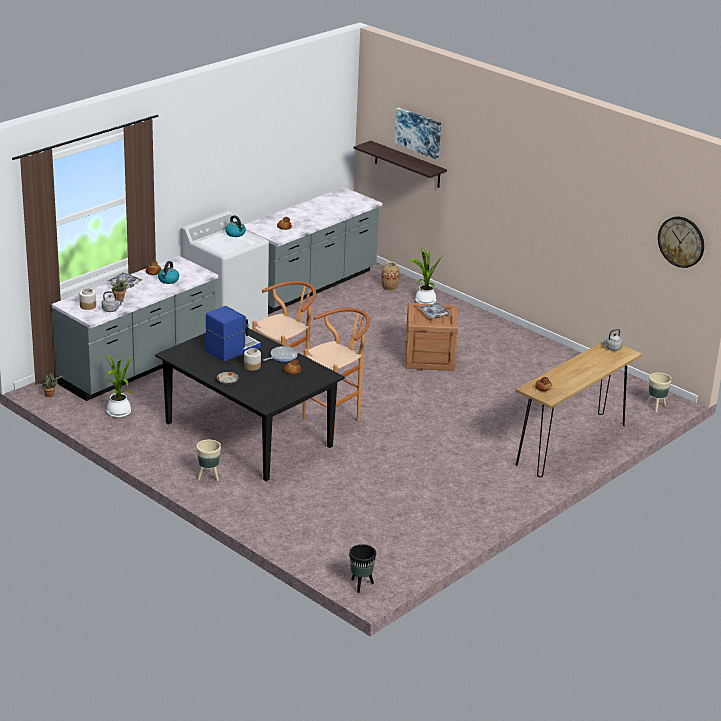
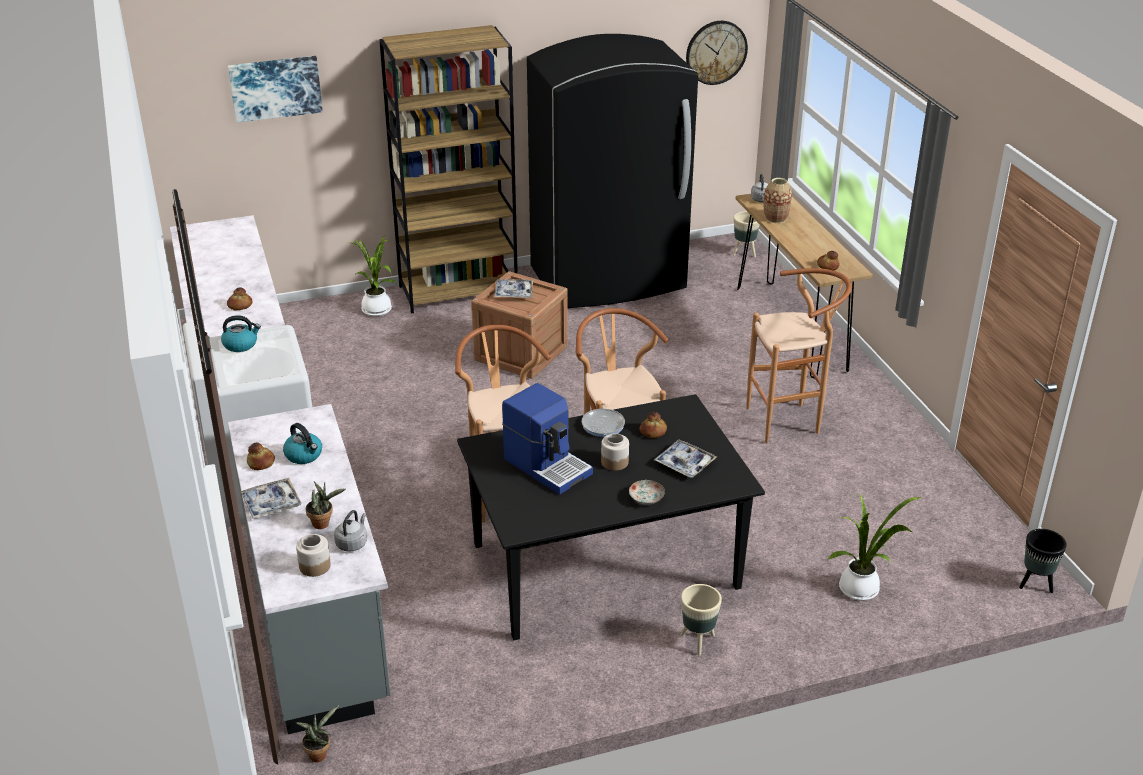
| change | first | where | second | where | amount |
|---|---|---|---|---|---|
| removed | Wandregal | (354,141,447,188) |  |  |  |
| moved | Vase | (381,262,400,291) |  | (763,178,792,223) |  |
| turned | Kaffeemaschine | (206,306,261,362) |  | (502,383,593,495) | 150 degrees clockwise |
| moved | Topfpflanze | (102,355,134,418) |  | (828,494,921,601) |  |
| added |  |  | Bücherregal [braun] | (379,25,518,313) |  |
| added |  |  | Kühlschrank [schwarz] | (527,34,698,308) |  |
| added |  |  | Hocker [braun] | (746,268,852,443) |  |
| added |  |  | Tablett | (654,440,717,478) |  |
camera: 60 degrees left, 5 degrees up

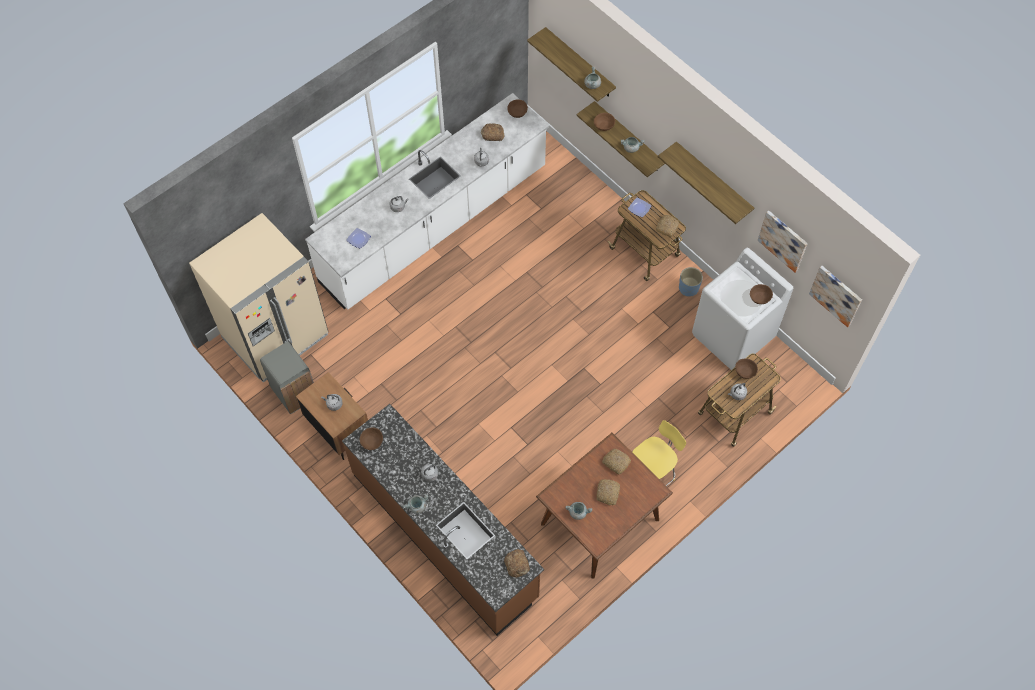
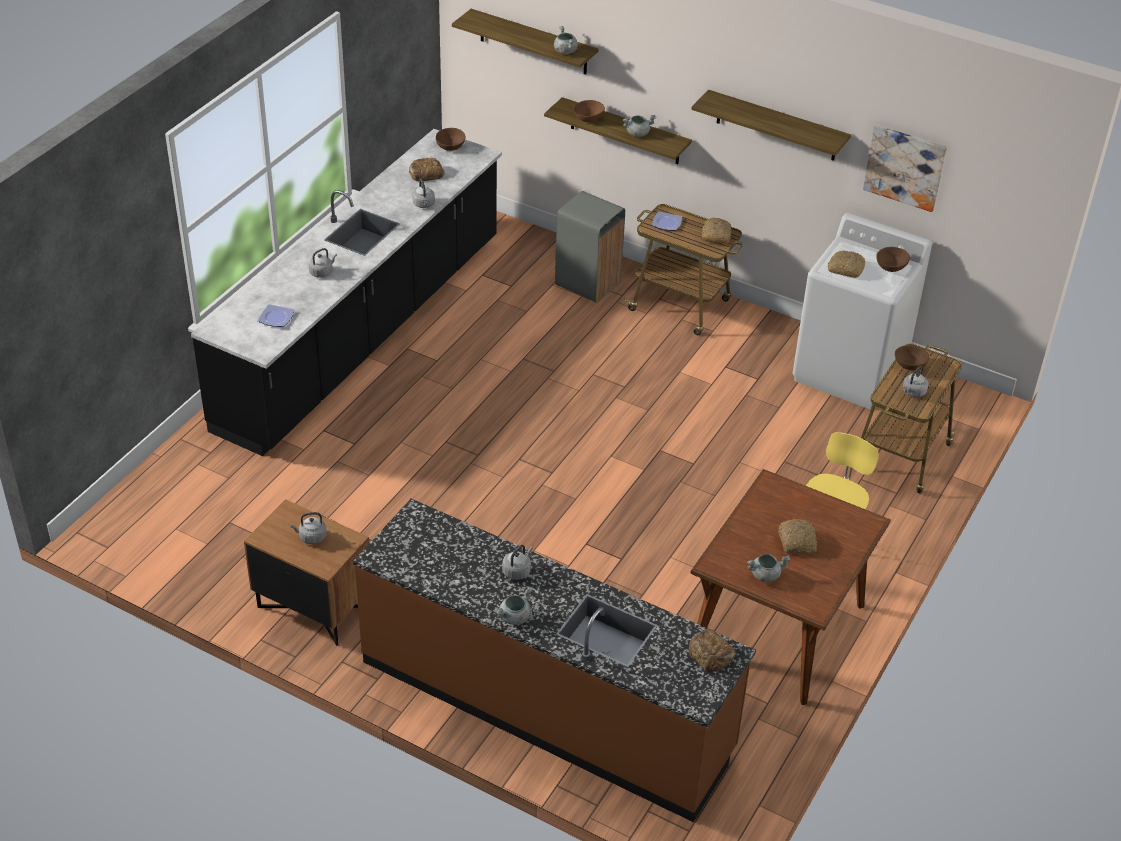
| change | first | where | second | where | amount |
|---|---|---|---|---|---|
| recoloured | Küchenzeile [weiß] | (305,93,549,310) | Küchenzeile [schwarz] | (191,129,502,456) |  |
| removed | Kühlschrank [beige] | (189,213,328,383) |  |  |  |
| removed | Bild | (809,266,862,327) |  |  |  |
| removed | Pflanzkübel [blau] | (679,267,703,296) |  |  |  |
| moved | Mülleimer [grau] | (260,342,314,414) |  | (555,191,625,303) |  |
| removed | Schüssel [braun] | (360,427,383,450) |  |  |  |
| moved | Brot | (602,449,631,474) |  | (828,251,865,278) |  |
camera: 20 degrees left, 20 degrees down

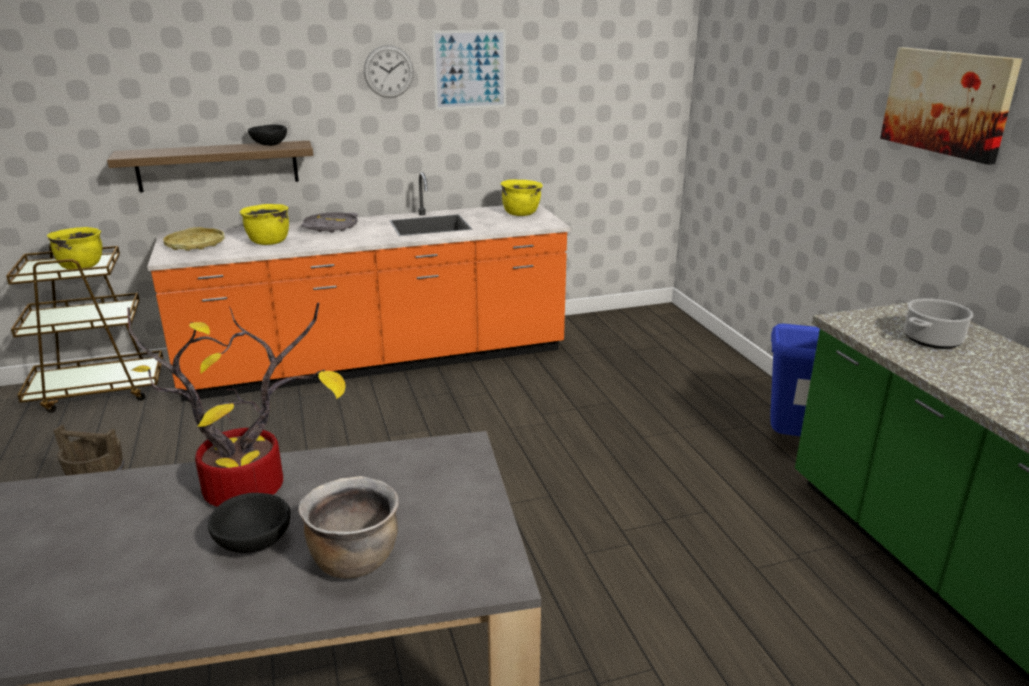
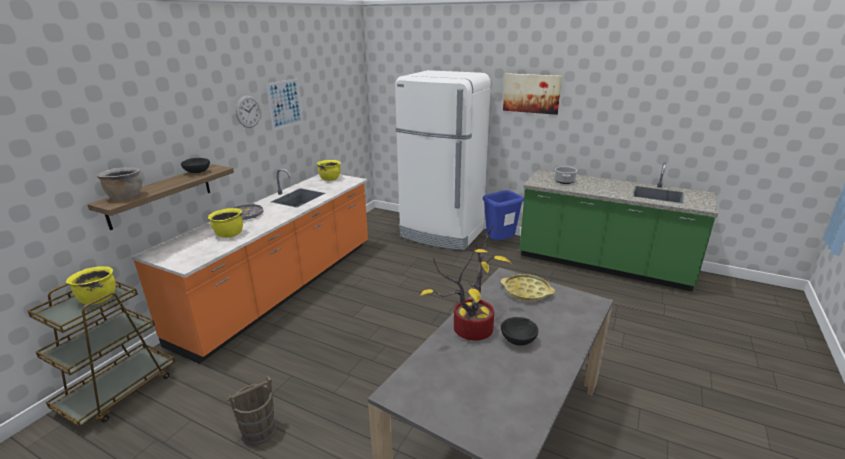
| change | first | where | second | where | amount |
|---|---|---|---|---|---|
| moved | Tablett [gelb] | (163,227,225,251) |  | (501,274,555,301) |  |
| moved | Kochtopf [braun] | (298,476,399,579) |  | (97,167,142,200) |  |
| added |  |  | Kühlschrank [weiß] | (395,70,491,250) |  |
camera: 45 degrees left, 0 degrees up

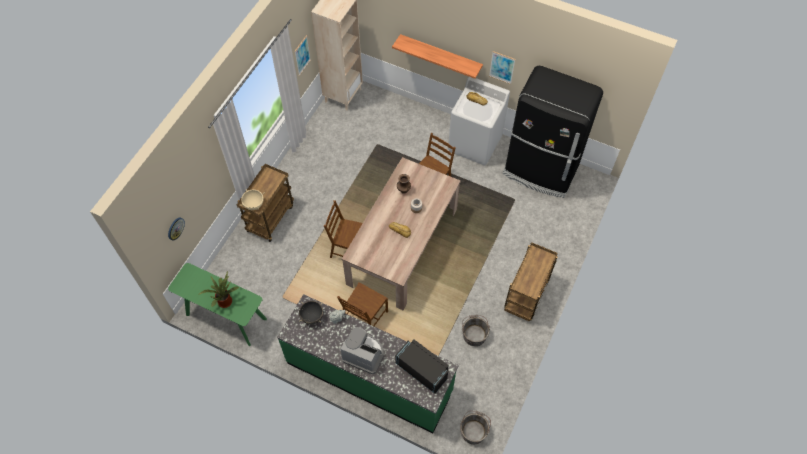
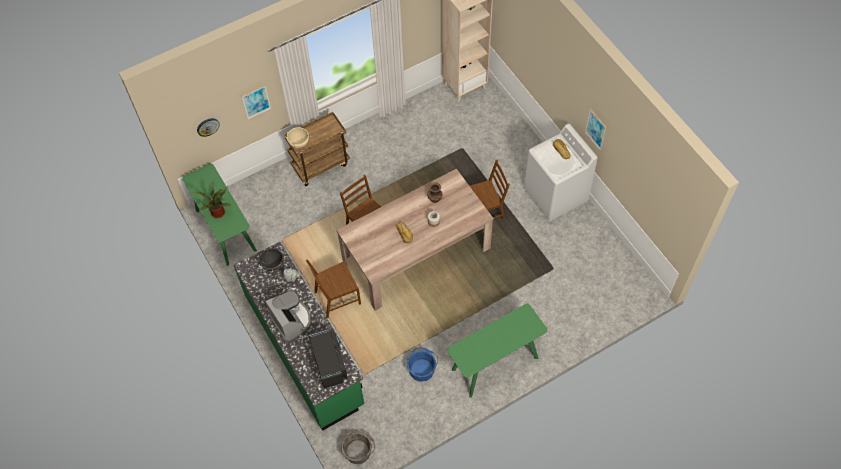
| change | first | where | second | where | amount |
|---|---|---|---|---|---|
| removed | Wandregal | (392,34,483,79) |  |  |  |
| moved | Bild | (294,35,311,76) |  | (241,85,271,120) |  |
| removed | Kühlschrank [schwarz] | (502,66,603,198) |  |  |  |
| replaced | Rollwagen [braun] | (504,242,558,322) | Konsolentisch [grün] | (447,304,547,398) |  |
| recoloured | Eimer [grau] | (462,315,490,346) | Eimer [blau] | (407,348,438,381) |  |
camera: 35 degrees right, 0 degrees up

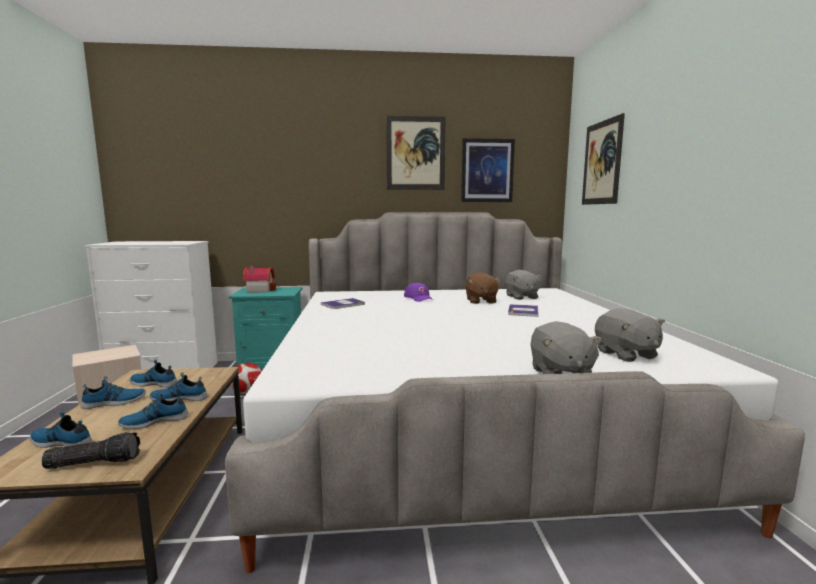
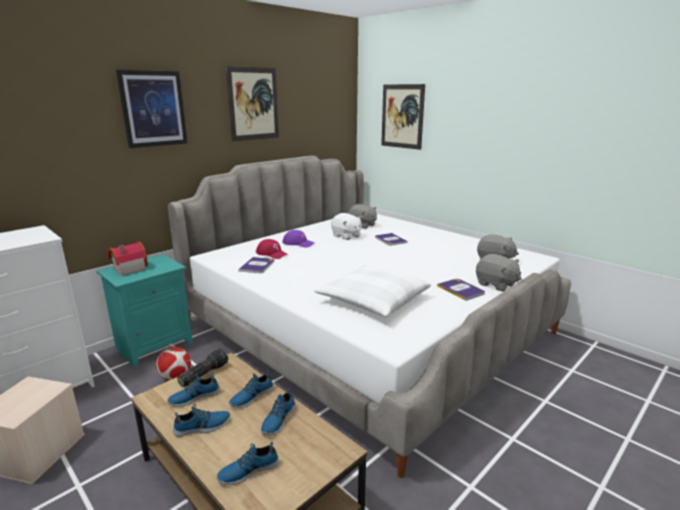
| change | first | where | second | where | amount |
|---|---|---|---|---|---|
| moved | Bild | (461,138,515,202) |  | (116,70,187,148) |  |
| recoloured | Plüschtier [braun] | (465,272,501,304) | Plüschtier [weiß] | (331,213,362,240) |  |
| turned | Schuh | (81,376,146,409) |  | (173,404,230,437) | 45 degrees clockwise |
| moved | Taschenlampe | (42,432,140,469) |  | (177,348,228,387) |  |
| added |  |  | Kappe [rot] | (256,239,289,259) |  |
| added |  |  | Kissen [weiß] | (314,265,431,317) |  |
| added |  |  | Buch | (437,279,485,301) |  |
camera: 40 degrees left, 10 degrees up

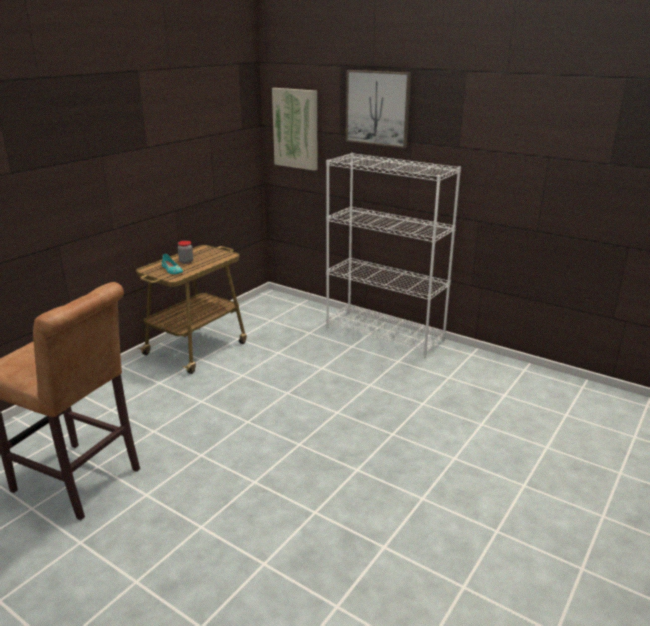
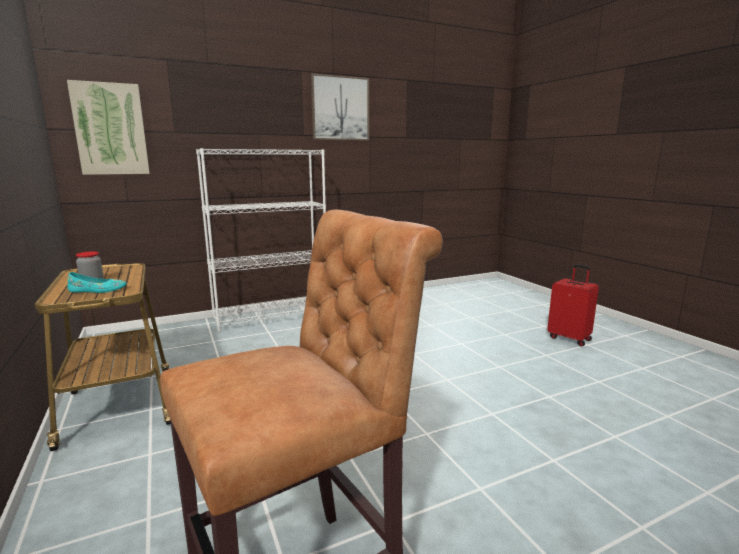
| change | first | where | second | where | amount |
|---|---|---|---|---|---|
| moved | Bild | (346,70,411,148) |  | (311,73,369,141) |  |
| added |  |  | Koffer [rot] | (547,264,599,347) |  |
camera: 60 degrees left, 10 degrees down

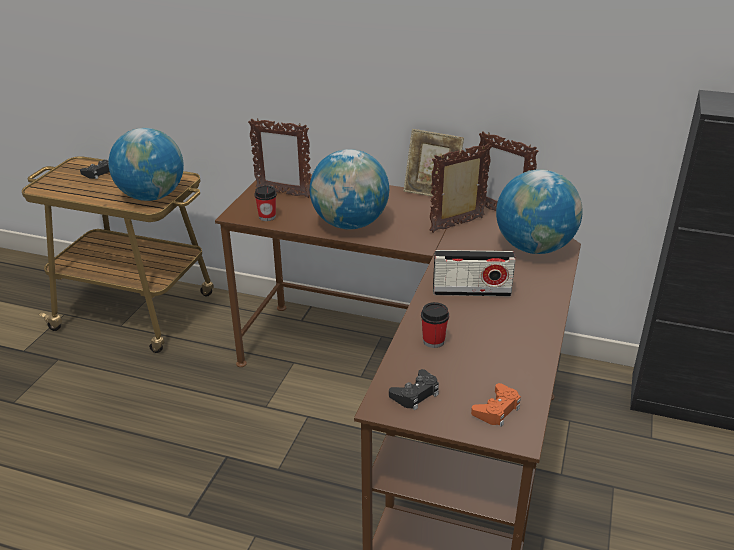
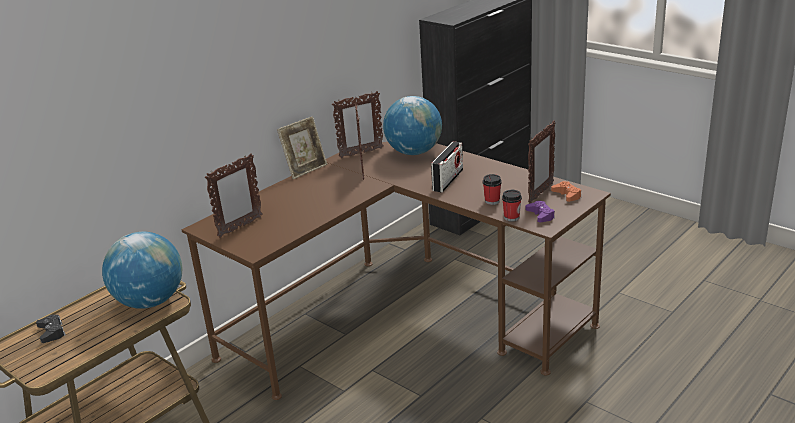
| change | first | where | second | where | amount |
|---|---|---|---|---|---|
| removed | Globus | (310,149,389,229) |  |  |  |
| moved | Tasse | (254,185,277,221) |  | (502,190,522,222) |  |
| recoloured | Gamepad [schwarz] | (389,369,439,410) | Gamepad [lila] | (525,201,555,222) |  |
| added |  |  | Bilderrahmen | (528,120,556,204) |  |
camera: 65 degrees left, 5 degrees down

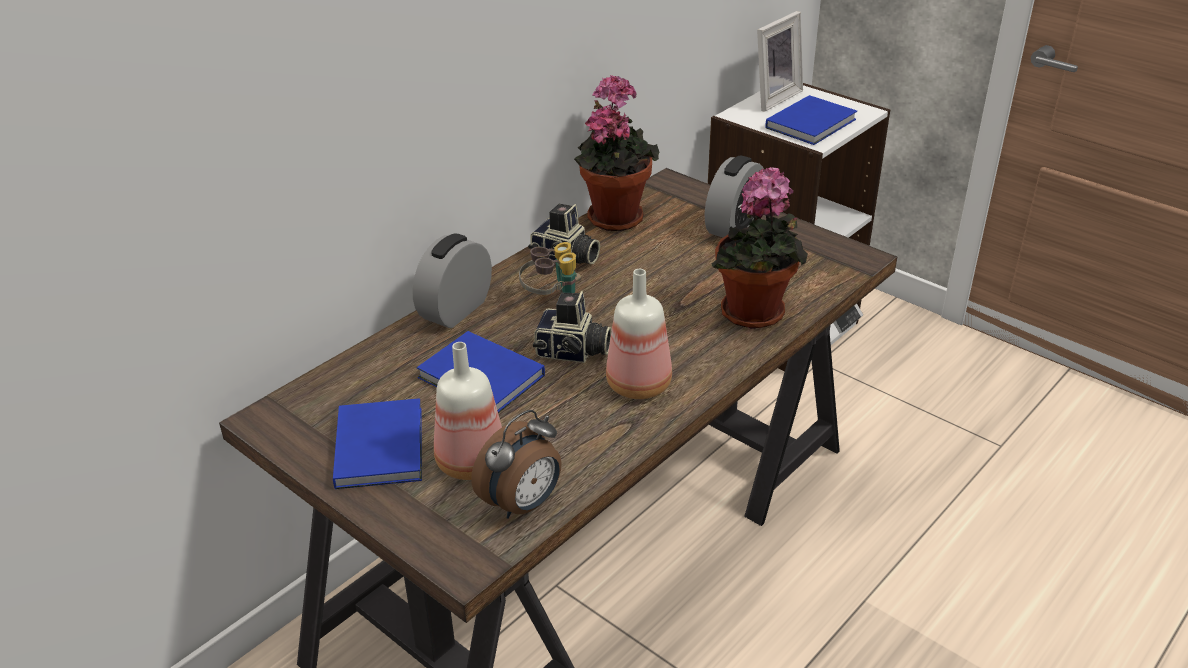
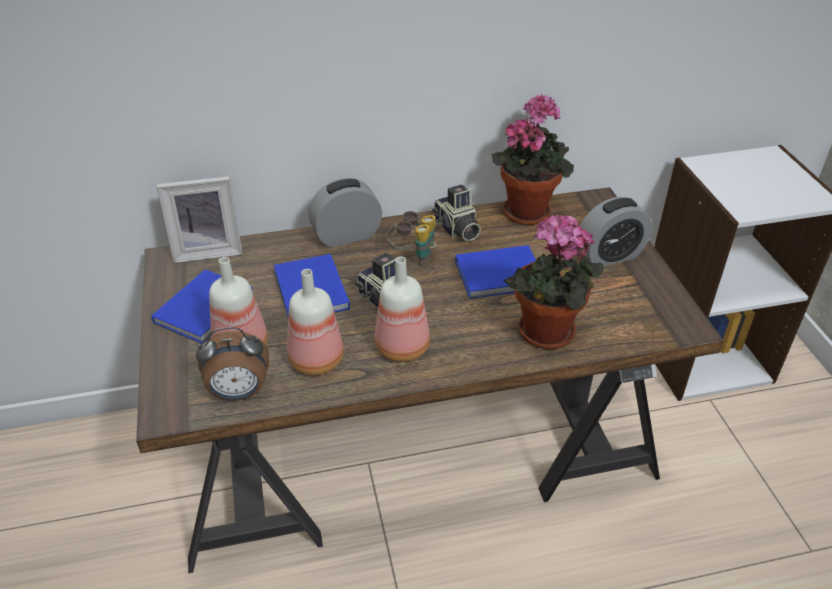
| change | first | where | second | where | amount |
|---|---|---|---|---|---|
| moved | Bilderrahmen | (757,11,803,112) |  | (157,176,243,263) |  |
| moved | Buch [blau] | (765,95,857,145) |  | (455,245,536,299) |  |
| added |  |  | Flasche | (287,269,343,375) |  |
camera: 35 degrees right, 5 degrees up

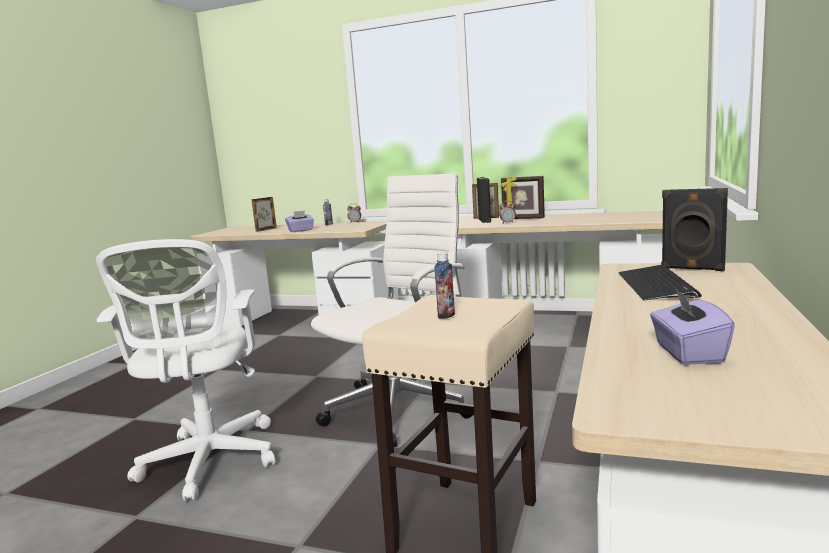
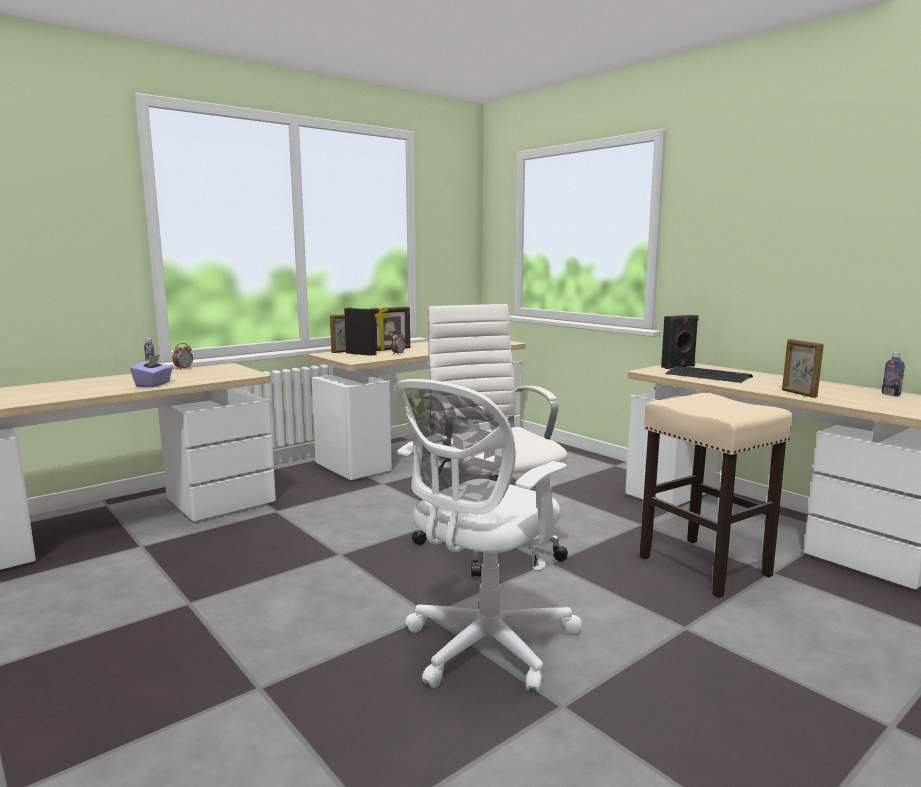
| change | first | where | second | where | amount |
|---|---|---|---|---|---|
| moved | Bilderrahmen | (252,197,277,232) |  | (782,339,824,398) |  |
| turned | Bürostuhl [weiß] | (96,239,276,501) |  | (394,379,582,692) | 105 degrees clockwise |
| moved | Flasche | (434,253,455,319) |  | (882,352,905,396) |  |
| removed | Taschentuchbox [lila] | (650,288,735,365) |  |  |  |
camera: 60 degrees left, 0 degrees up

